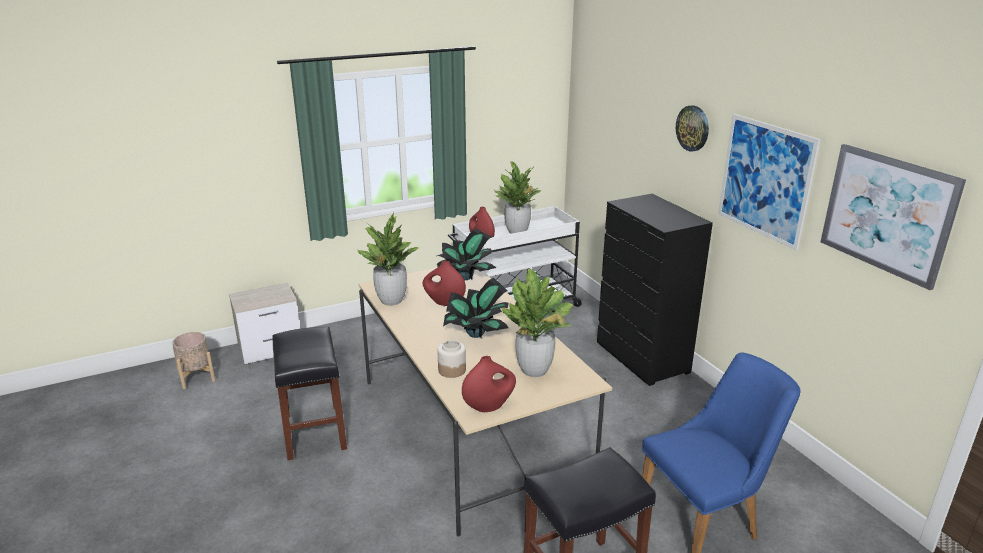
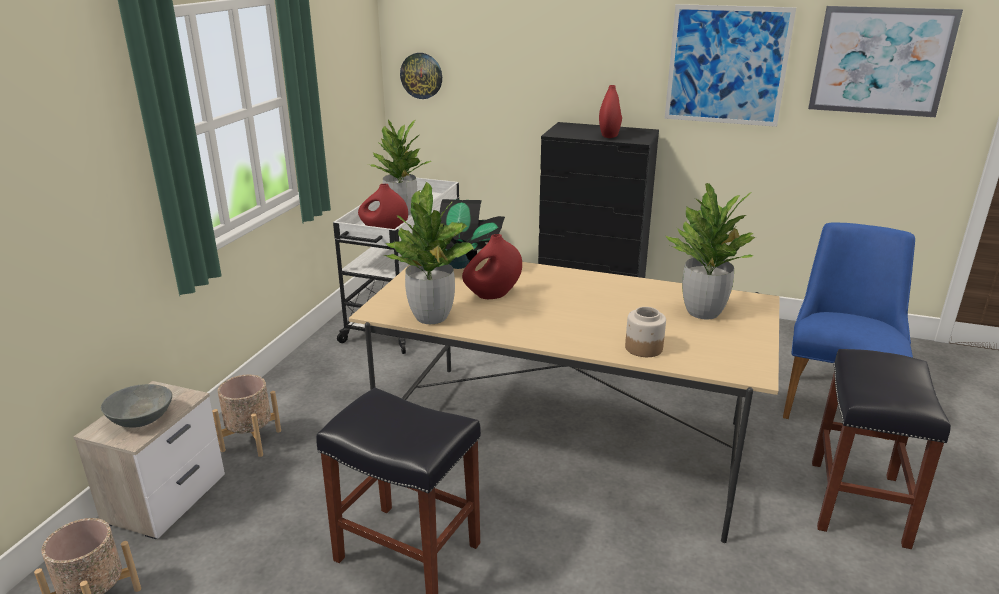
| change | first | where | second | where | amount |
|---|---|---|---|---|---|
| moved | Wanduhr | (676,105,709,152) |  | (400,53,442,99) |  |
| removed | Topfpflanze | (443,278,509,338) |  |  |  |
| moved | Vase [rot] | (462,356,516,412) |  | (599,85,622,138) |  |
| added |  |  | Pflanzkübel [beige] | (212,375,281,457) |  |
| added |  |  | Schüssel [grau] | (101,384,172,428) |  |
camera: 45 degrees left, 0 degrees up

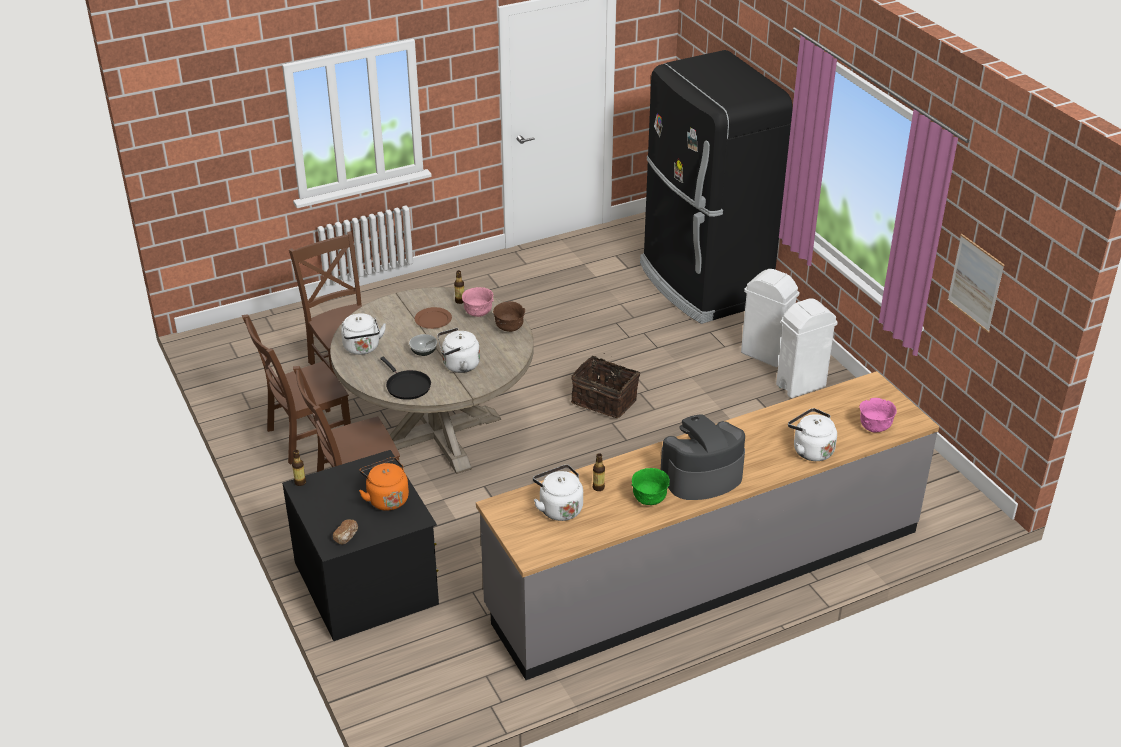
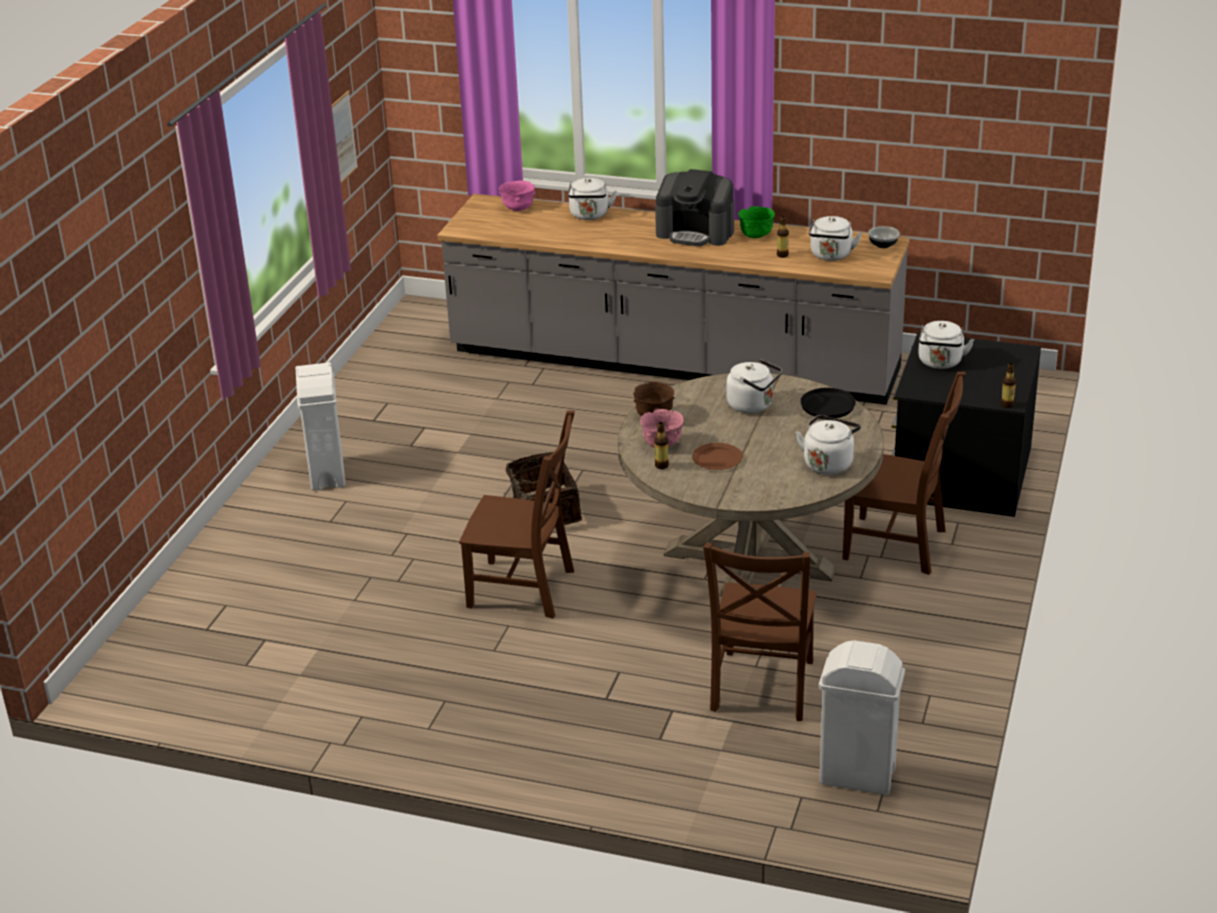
| change | first | where | second | where | amount |
|---|---|---|---|---|---|
| removed | Kühlschrank [schwarz] | (640,50,793,324) |  |  |  |
| moved | Mülleimer [weiß] | (776,299,838,398) |  | (819,640,905,795) |  |
| moved | Stuhl [braun] | (242,314,351,465) |  | (459,410,575,619) |  |
| moved | Schüssel | (409,334,437,356) |  | (868,226,900,248) |  |
| recoloured | Wasserkessel [orange] | (359,457,409,511) | Wasserkessel [weiß] | (918,321,974,369) |  |
| removed | Brot | (333,519,358,544) |  |  |  |
camera: 135 degrees left, 5 degrees down

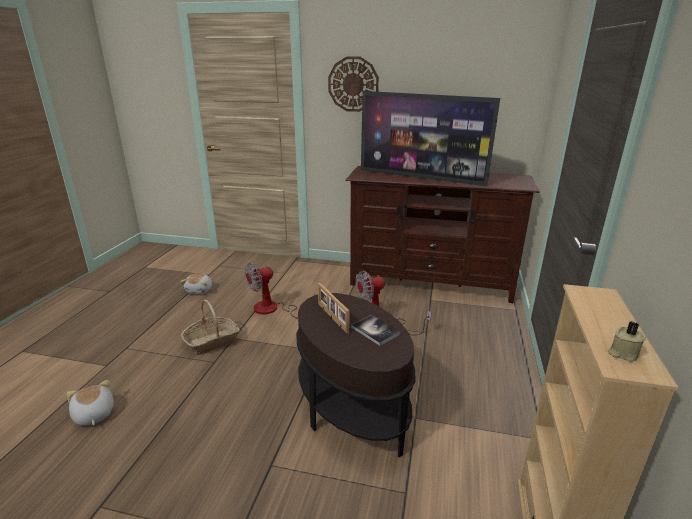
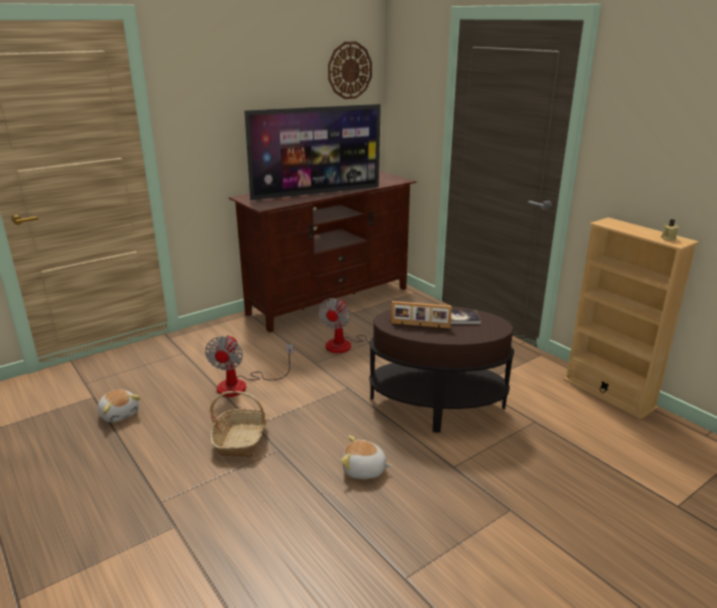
| change | first | where | second | where | amount |
|---|---|---|---|---|---|
| moved | Wanduhr | (328,56,379,112) |  | (328,41,372,99) |  |
| moved | Plüschtier | (67,380,114,426) |  | (341,436,392,479) |  |
camera: 50 degrees left, 0 degrees up

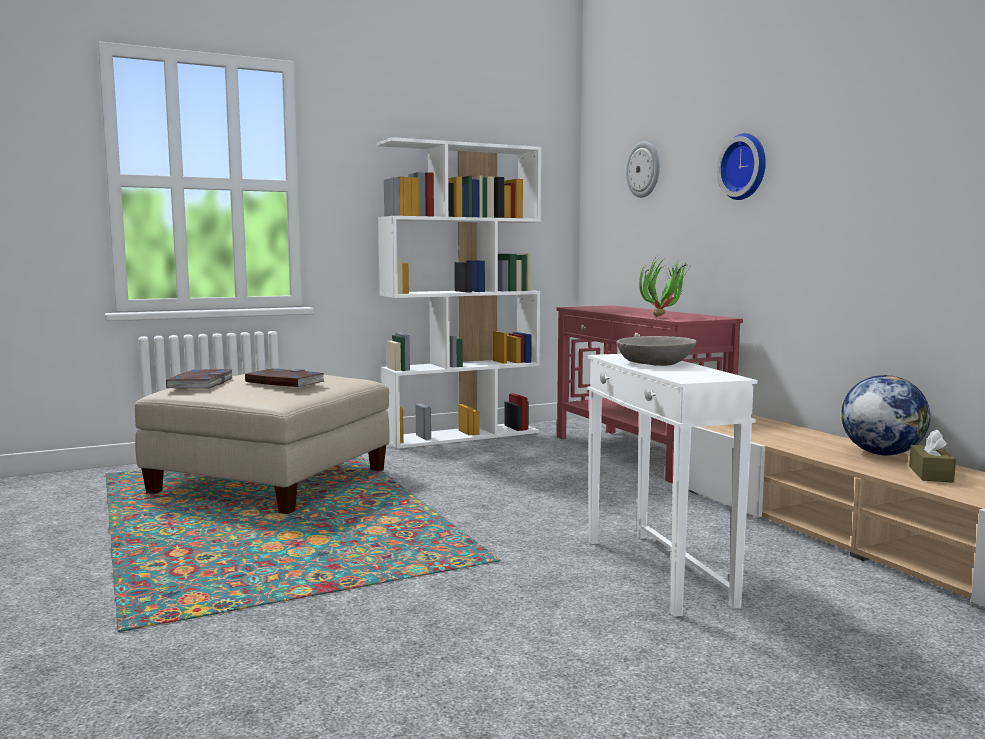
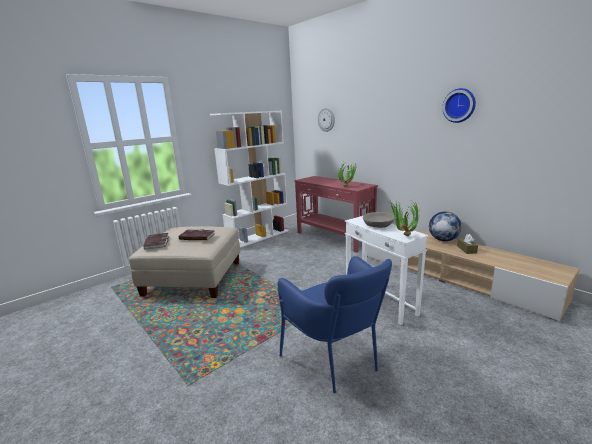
| change | first | where | second | where | amount |
|---|---|---|---|---|---|
| moved | Wanduhr | (717,133,766,200) |  | (442,88,476,123) |  |
| added |  |  | Topfpflanze | (389,200,420,236) |  |
| added |  |  | Sessel [blau] | (278,256,392,393) |  |
camera: 15 degrees left, 10 degrees up

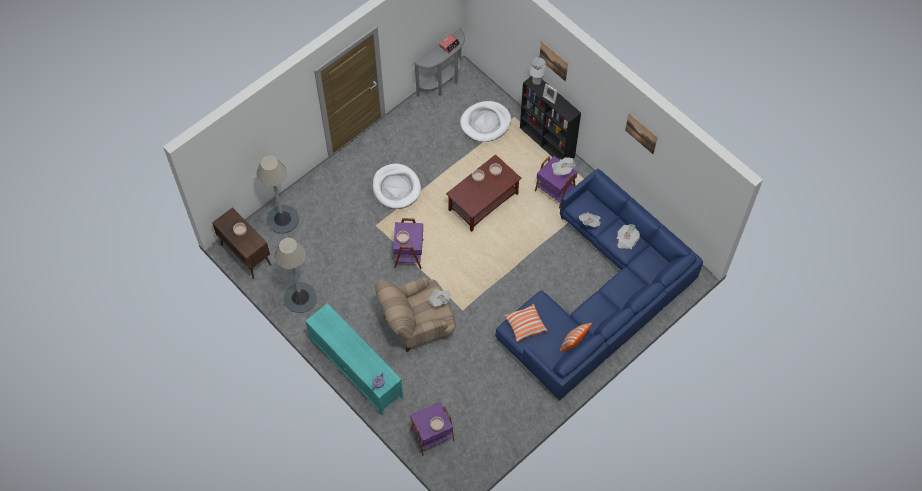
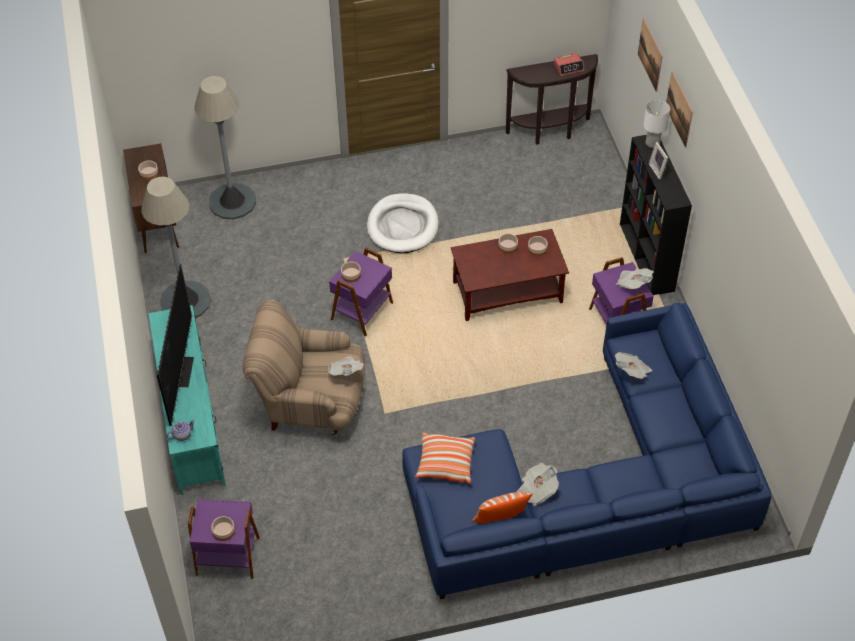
| change | first | where | second | where | amount |
|---|---|---|---|---|---|
| recoloured | Konsolentisch [grau] | (414,29,465,97) | Konsolentisch [braun] | (506,54,598,145) |  |
| removed | Hundebett [weiß] | (460,101,511,142) |  |  |  |
| moved | Bild | (625,113,658,154) |  | (638,18,663,92) |  |
| moved | Zeitung | (617,224,640,249) |  | (517,463,559,506) |  |
| added |  |  | Fernseher | (157,264,194,425) |  |
camera: 30 degrees right, 10 degrees down

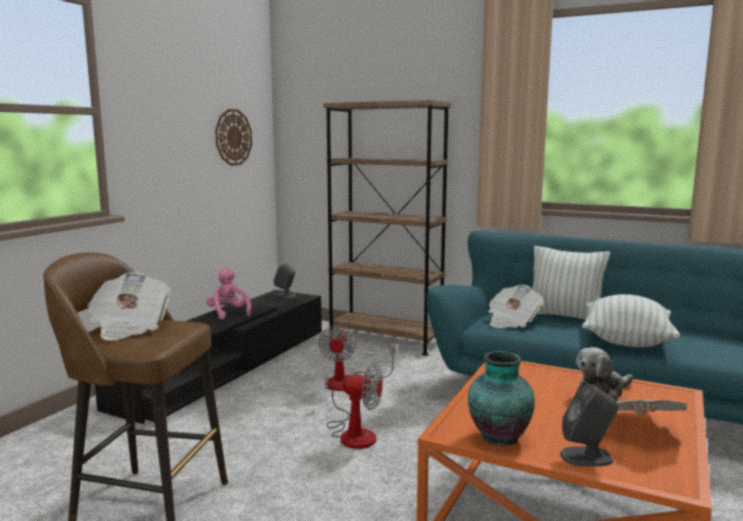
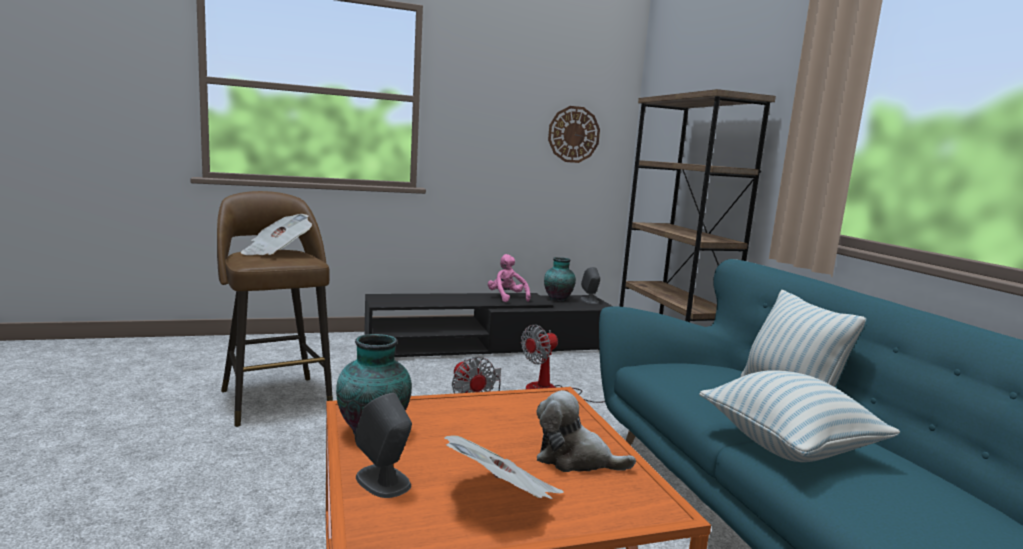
| change | first | where | second | where | amount |
|---|---|---|---|---|---|
| turned | Plüschtier [rosa] | (206,268,251,320) |  | (488,254,531,302) | 45 degrees counterclockwise |
| removed | Zeitung | (488,285,544,328) |  |  |  |
| added |  |  | Vase | (544,257,576,302) |  |
camera: 45 degrees right, 0 degrees up

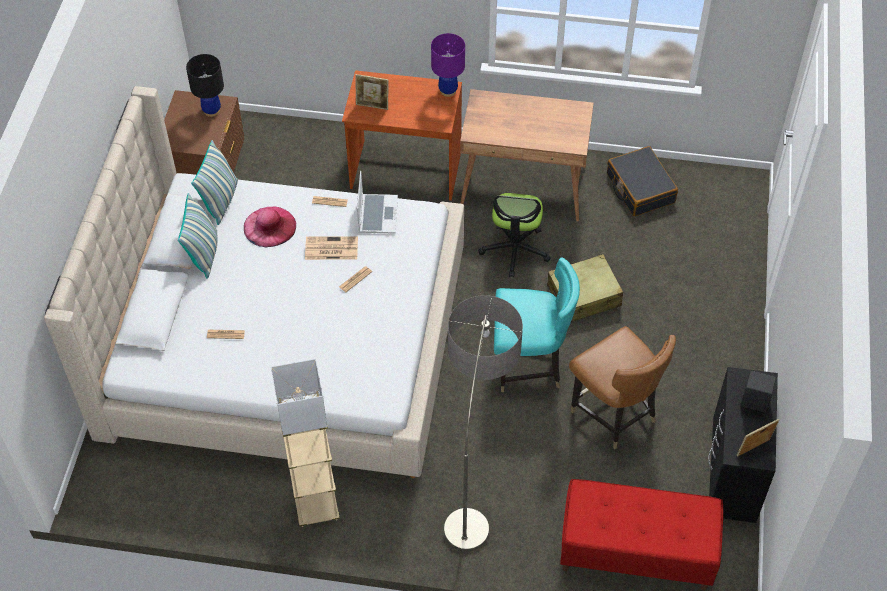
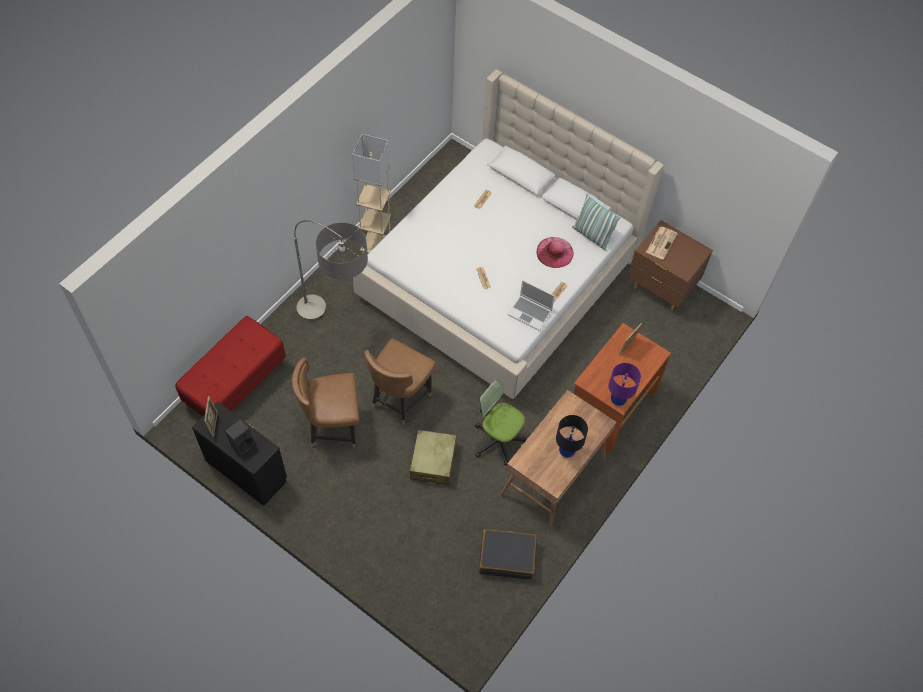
| change | first | where | second | where | amount |
|---|---|---|---|---|---|
| moved | Tischlampe [schwarz] | (186,54,224,117) |  | (556,415,588,458) |  |
| removed | Kissen | (178,193,217,279) |  |  |  |
| moved | Zeitung | (305,236,358,260) |  | (646,227,678,260) |  |
| recoloured | Stuhl [türkis] | (494,257,580,392) | Stuhl [braun] | (364,338,436,425) |  |
camera: 115 degrees right, 5 degrees up

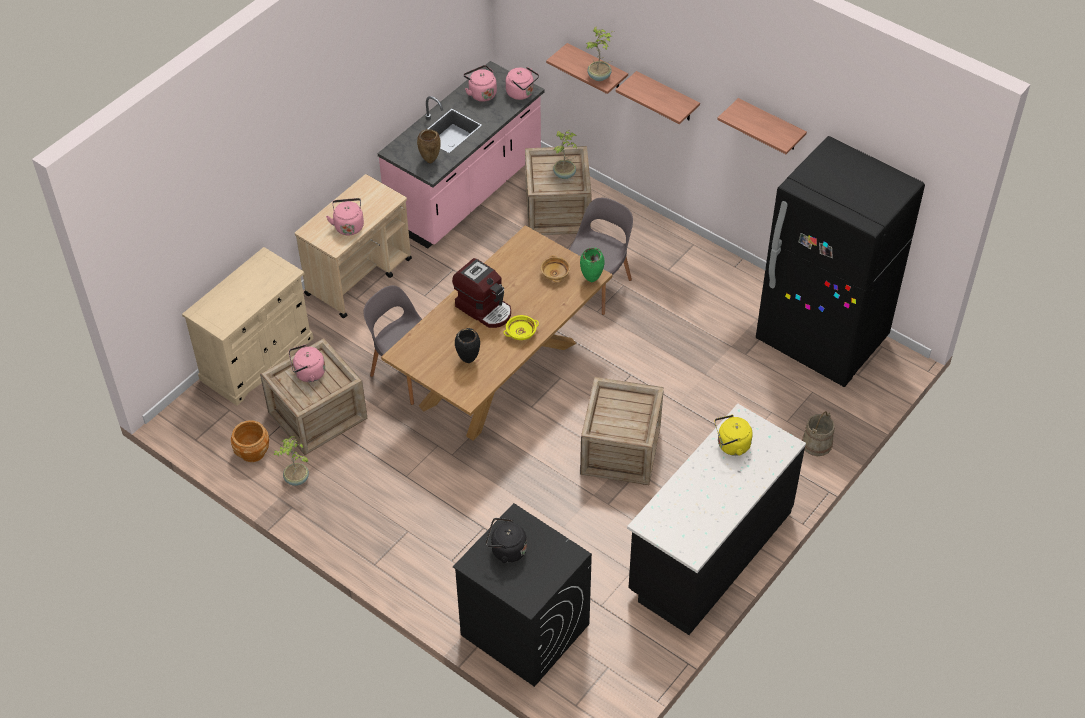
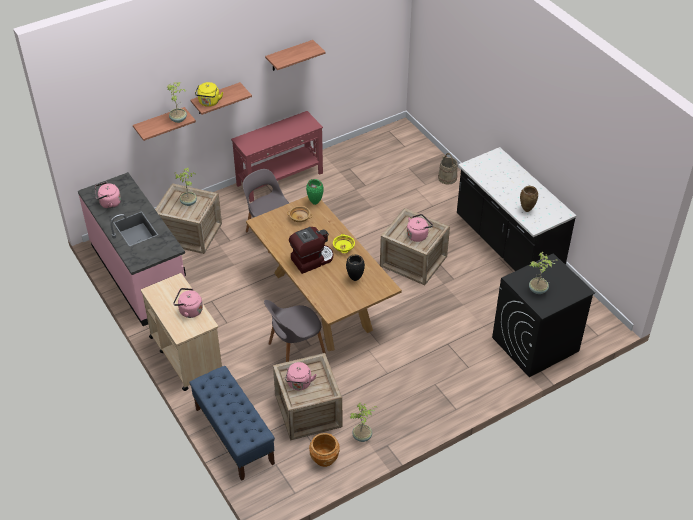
| change | first | where | second | where | amount |
|---|---|---|---|---|---|
| moved | Wasserkessel [rosa] | (506,67,539,100) |  | (407,214,433,242) |  |
| moved | Vase [braun] | (417,129,441,163) |  | (520,186,538,212) |  |
| removed | Kühlschrank [schwarz] | (756,136,925,387) |  |  |  |
| replaced | Schrank [beige] | (182,247,313,406) | Bank [blau] | (189,366,275,481) |  |
| moved | Wasserkessel [gelb] | (715,415,753,456) |  | (195,82,223,107) |  |
| replaced | Wasserkessel [schwarz] | (486,518,527,563) | Topfpflanze | (529,252,557,294) |  |
| added |  |  | Konsolentisch [rot] | (231,111,323,202) |  |
camera: 70 degrees left, 5 degrees down

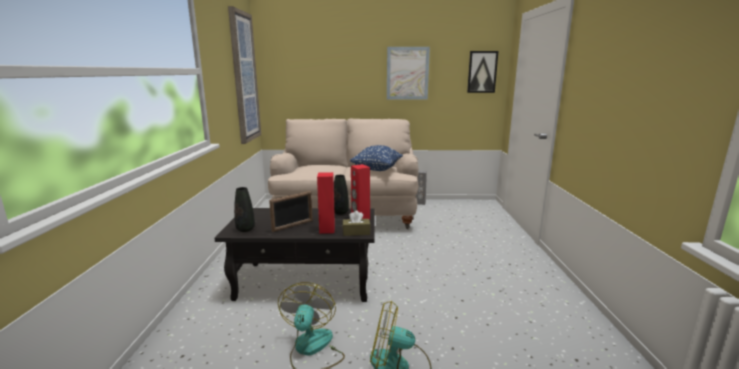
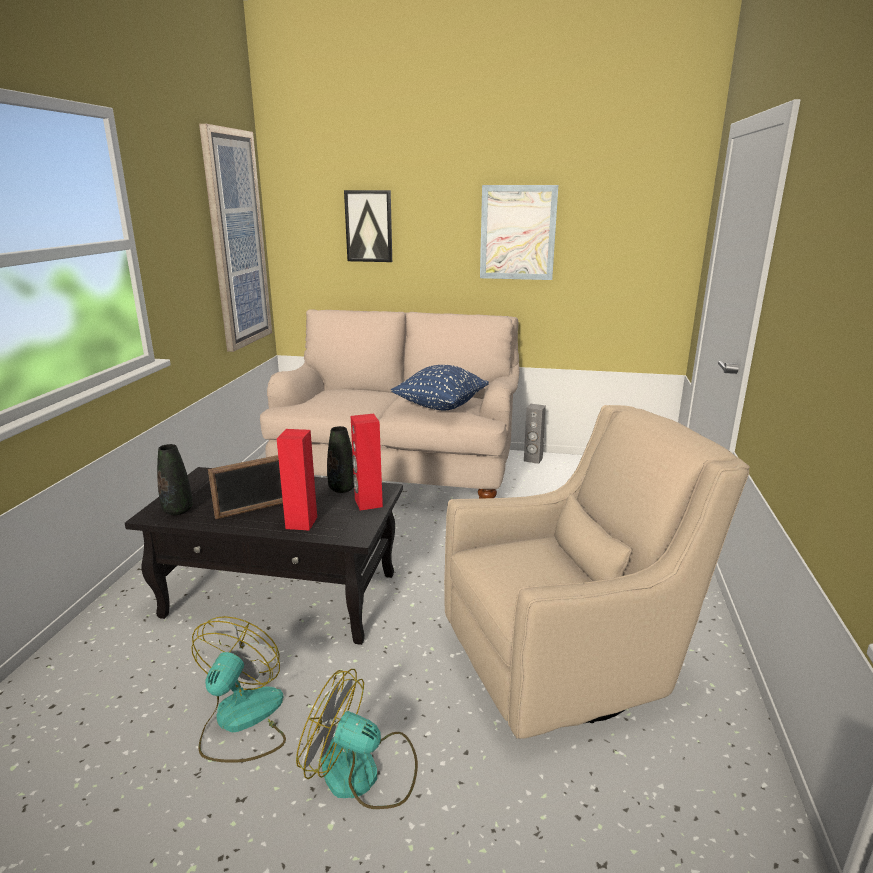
| change | first | where | second | where | amount |
|---|---|---|---|---|---|
| moved | Bild | (467,51,498,93) |  | (344,190,392,262) |  |
| removed | Taschentuchbox [braun] | (342,211,371,236) |  |  |  |
| added |  |  | Sessel [beige] | (444,405,750,739) |  |
camera: 10 degrees right, 5 degrees up

